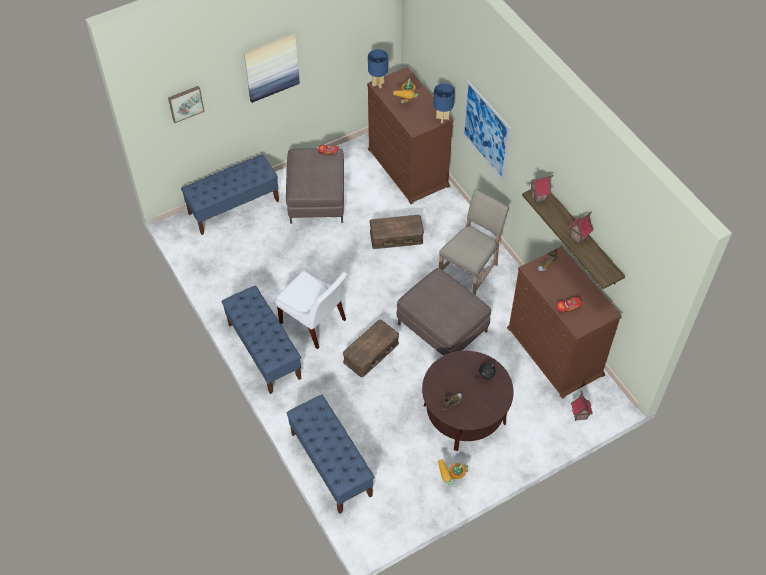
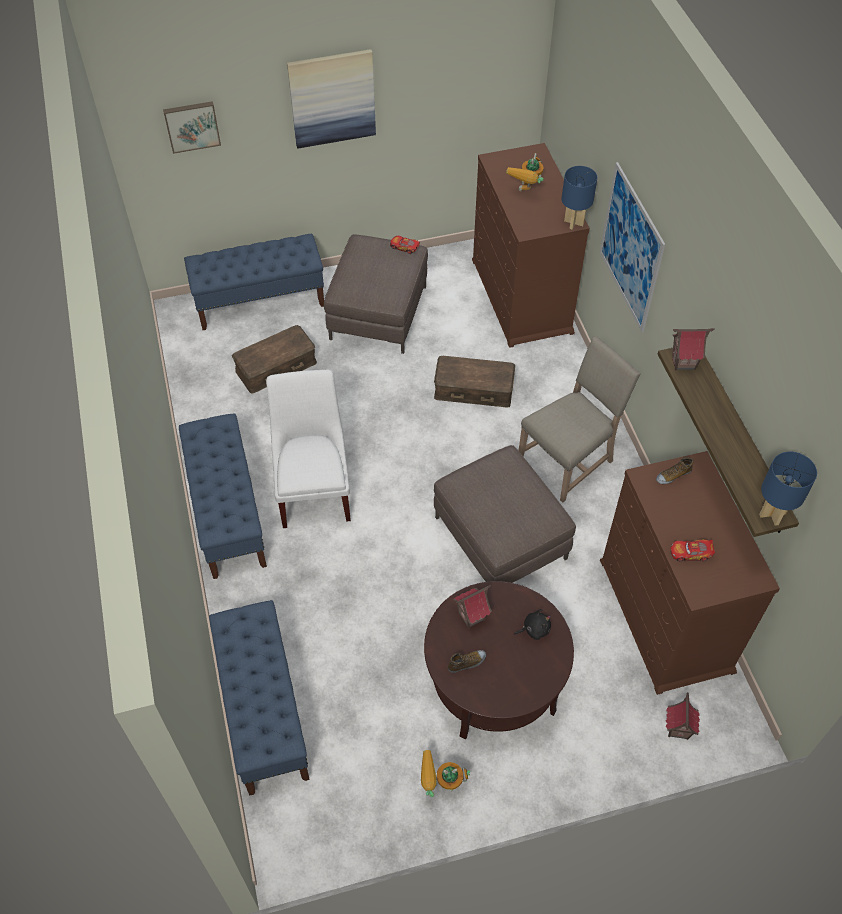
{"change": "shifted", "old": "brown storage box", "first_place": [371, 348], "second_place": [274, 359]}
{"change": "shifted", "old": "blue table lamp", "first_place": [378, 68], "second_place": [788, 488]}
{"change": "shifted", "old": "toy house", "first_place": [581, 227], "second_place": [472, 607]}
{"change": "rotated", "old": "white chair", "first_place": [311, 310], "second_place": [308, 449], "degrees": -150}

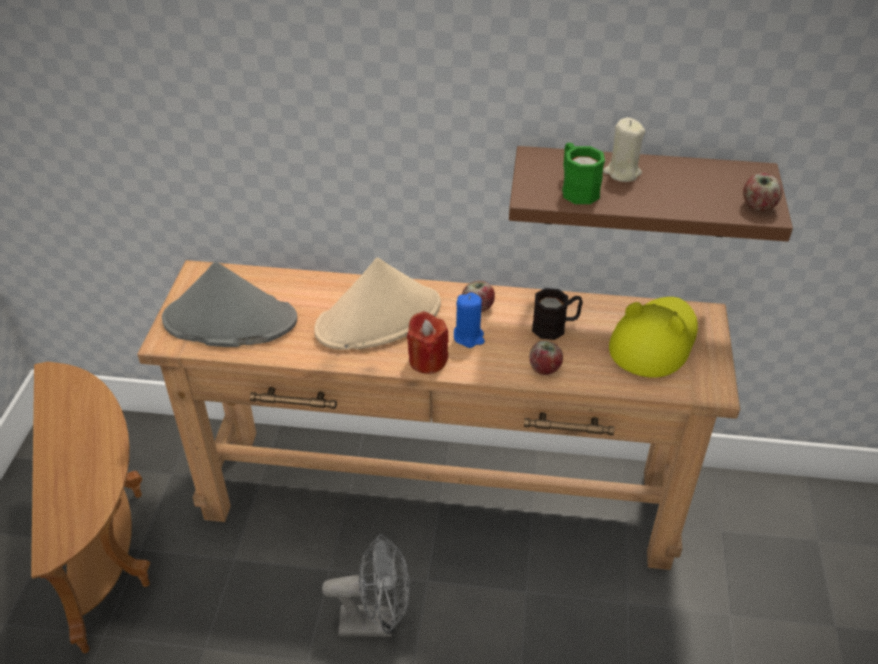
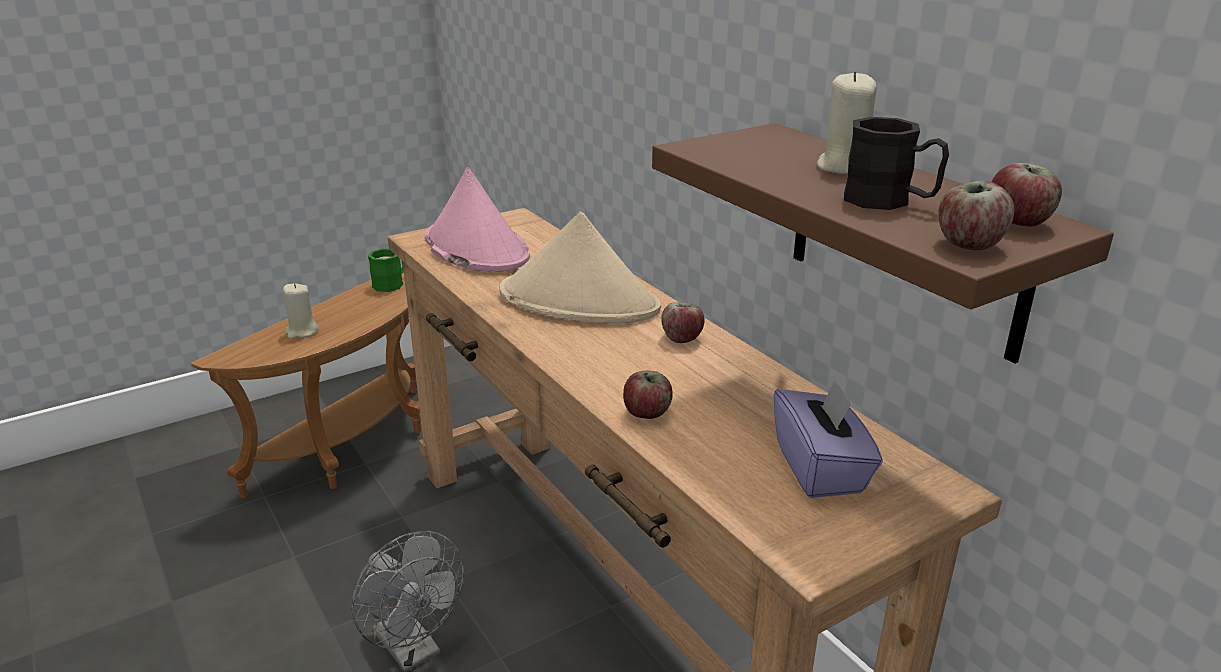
{"change": "gone", "old": "red candle", "first_place": [428, 342]}
{"change": "gone", "old": "blue candle", "first_place": [469, 320]}
{"change": "new", "new": "beige candle", "second_place": [301, 311]}
{"change": "new", "new": "apple", "second_place": [1027, 194]}
{"change": "shifted", "old": "black mug", "first_place": [557, 314], "second_place": [896, 163]}
{"change": "shifted", "old": "green mug", "first_place": [583, 173], "second_place": [386, 270]}
{"change": "swapped", "old": "yellow hat", "new": "purple tissue box", "first_place": [653, 337], "second_place": [828, 438]}
{"change": "repainted", "old": "grey hat", "new": "pink hat", "first_place": [229, 304], "second_place": [477, 219]}

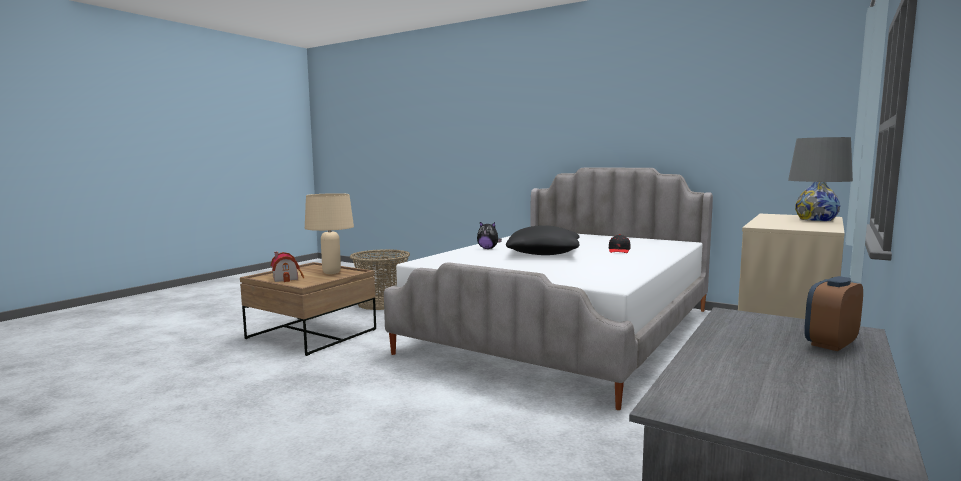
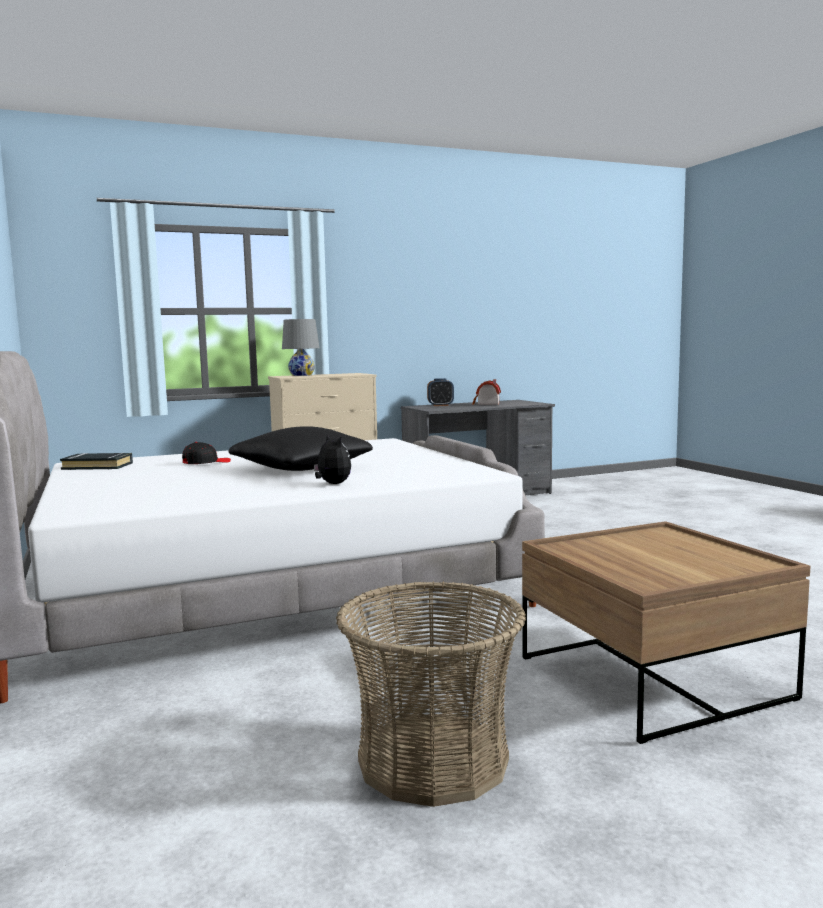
{"change": "gone", "old": "beige table lamp", "first_place": [329, 233]}
{"change": "new", "new": "black book", "second_place": [96, 461]}
{"change": "shifted", "old": "toy house", "first_place": [287, 267], "second_place": [486, 392]}

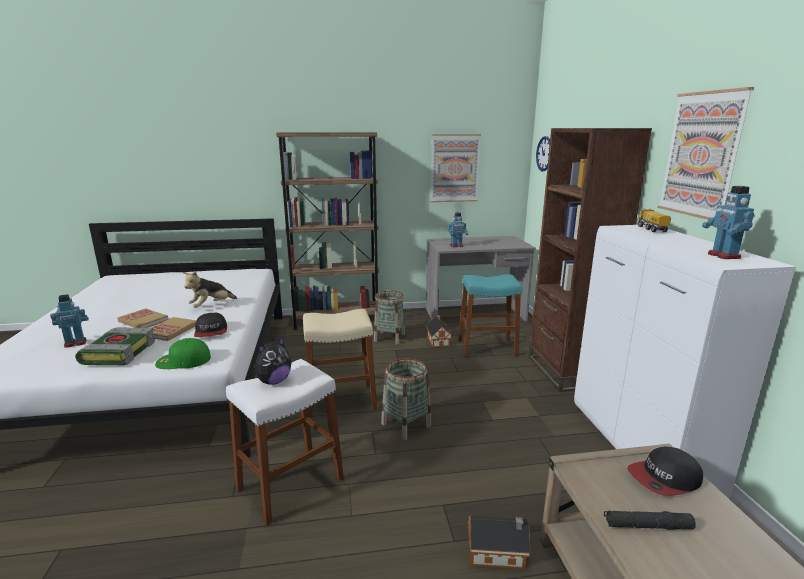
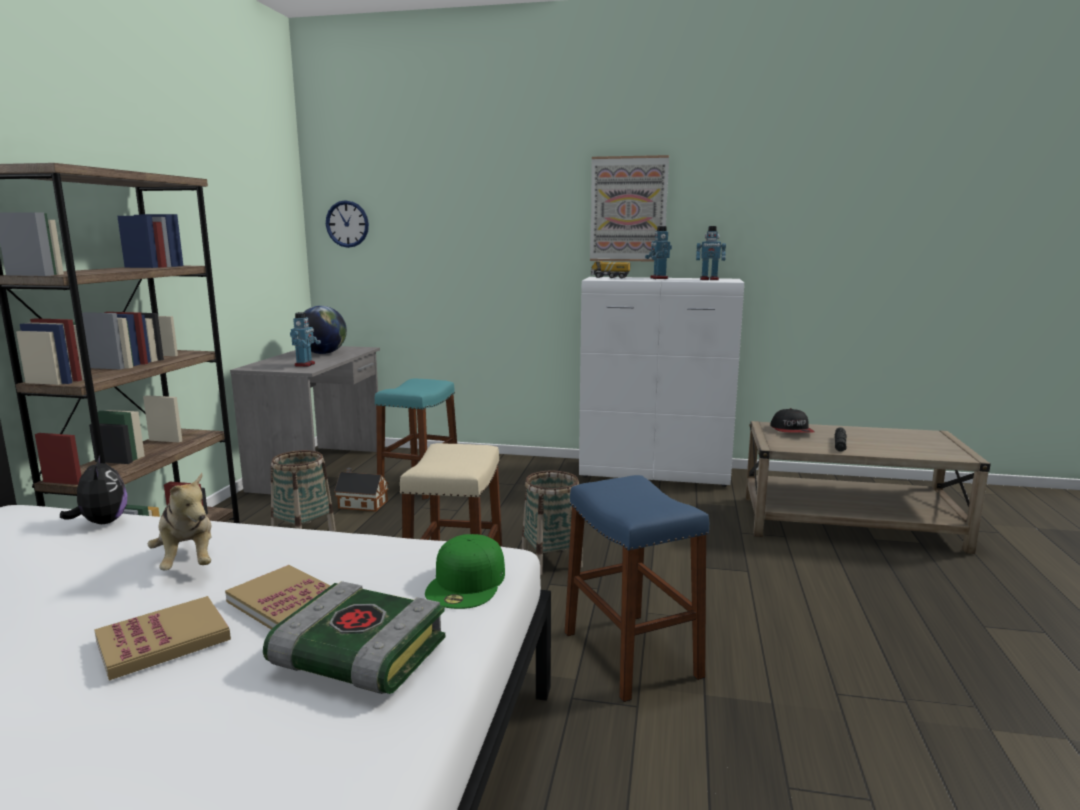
{"change": "gone", "old": "cap", "first_place": [210, 325]}
{"change": "gone", "old": "picture", "first_place": [456, 168]}
{"change": "gone", "old": "toy house", "first_place": [499, 542]}
{"change": "gone", "old": "brown bookcase", "first_place": [590, 260]}
{"change": "new", "new": "globe", "second_place": [325, 330]}
{"change": "shifted", "old": "toy robot", "first_place": [69, 320], "second_place": [658, 252]}
{"change": "shifted", "old": "plush toy", "first_place": [271, 360], "second_place": [93, 489]}
{"change": "repainted", "old": "white stool", "new": "blue stool", "first_place": [285, 442], "second_place": [637, 588]}

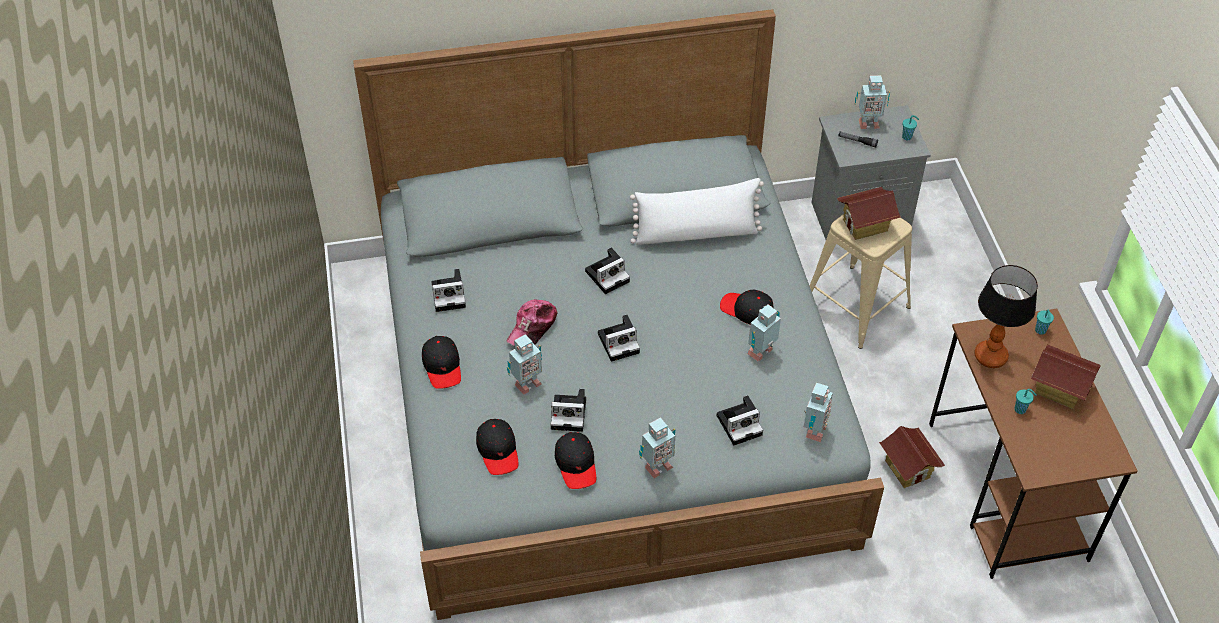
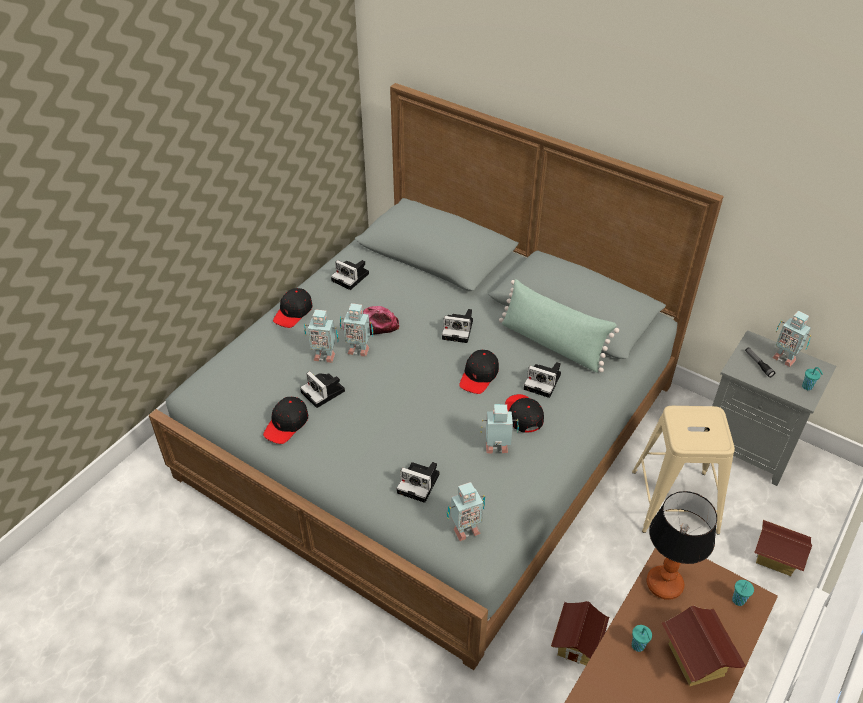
{"change": "shifted", "old": "black cap", "first_place": [497, 447], "second_place": [479, 372]}
{"change": "shifted", "old": "photo camera", "first_place": [619, 338], "second_place": [542, 380]}
{"change": "shifted", "old": "toy robot", "first_place": [657, 447], "second_place": [356, 330]}
{"change": "shifted", "old": "toy house", "first_place": [869, 213], "second_place": [783, 548]}
{"change": "repainted", "old": "white pillow", "new": "green pillow", "first_place": [697, 211], "second_place": [559, 326]}

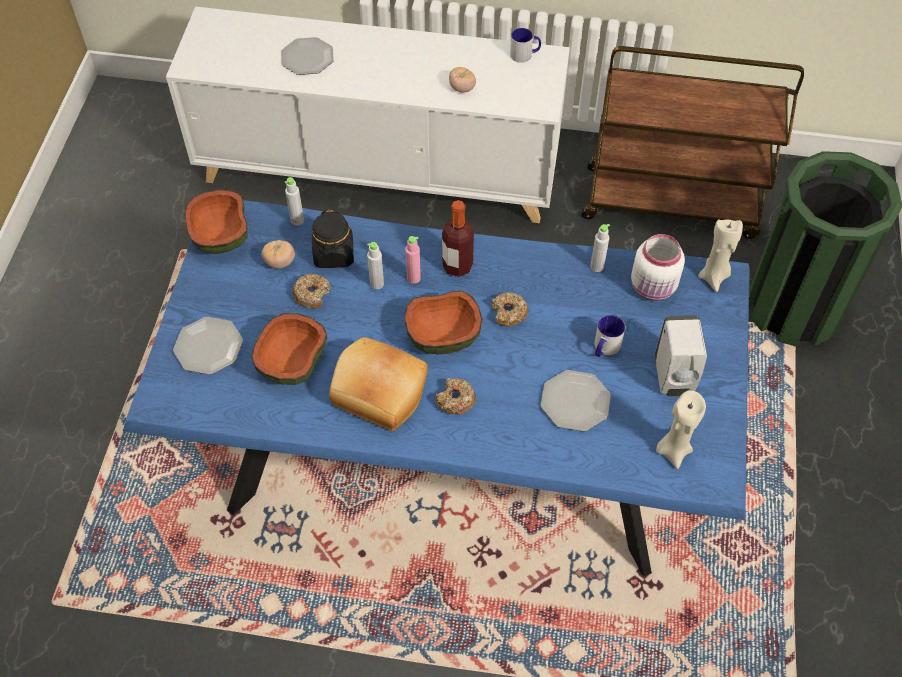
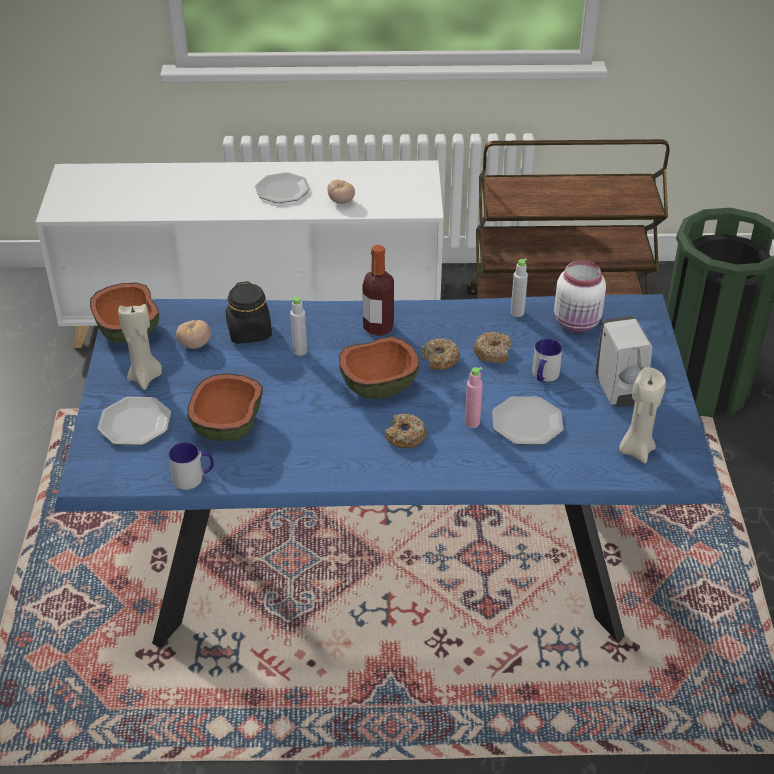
{"change": "gone", "old": "grey bottle", "first_place": [294, 201]}
{"change": "gone", "old": "bread", "first_place": [378, 384]}
{"change": "shifted", "old": "plate", "first_place": [307, 56], "second_place": [282, 187]}
{"change": "shifted", "old": "donut", "first_place": [311, 291], "second_place": [492, 348]}
{"change": "shifted", "old": "pink bottle", "first_place": [413, 260], "second_place": [474, 397]}
{"change": "shifted", "old": "mug", "first_place": [525, 45], "second_place": [191, 466]}
{"change": "shifted", "old": "beige candle", "first_place": [720, 255], "second_place": [140, 347]}

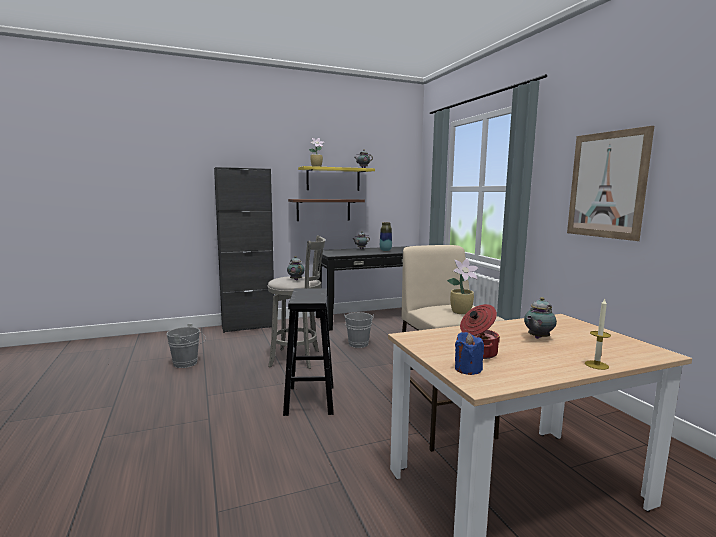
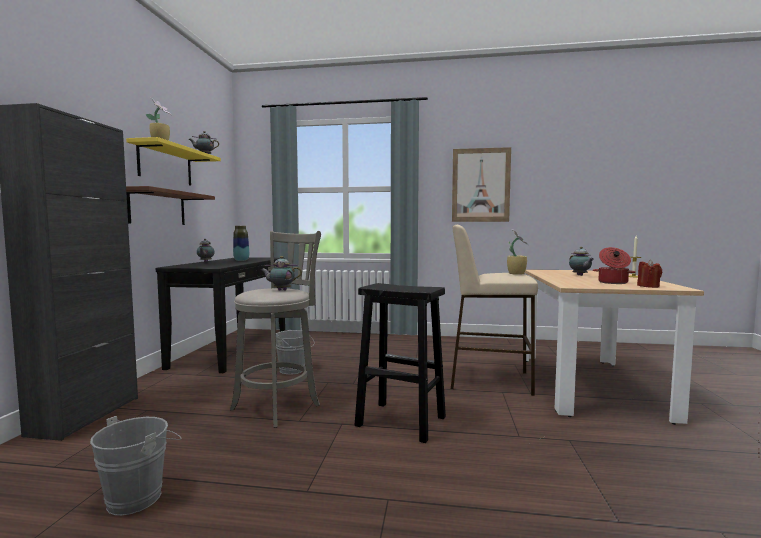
{"change": "repainted", "old": "blue candle", "new": "red candle", "first_place": [469, 353], "second_place": [649, 274]}

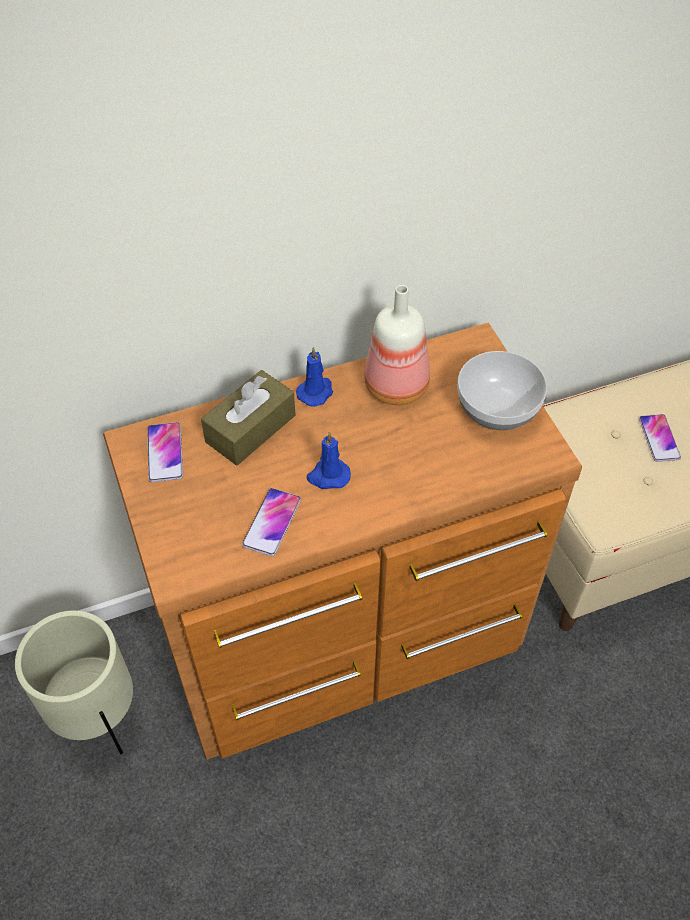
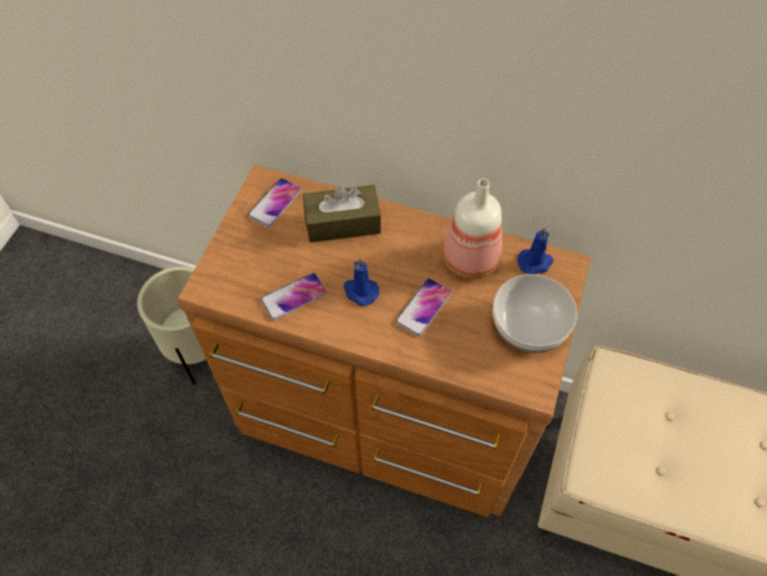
{"change": "shifted", "old": "blue candle", "first_place": [314, 377], "second_place": [535, 250]}
{"change": "shifted", "old": "phone", "first_place": [660, 438], "second_place": [423, 307]}

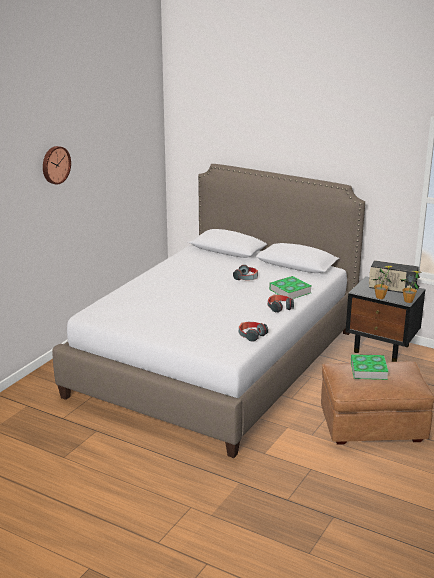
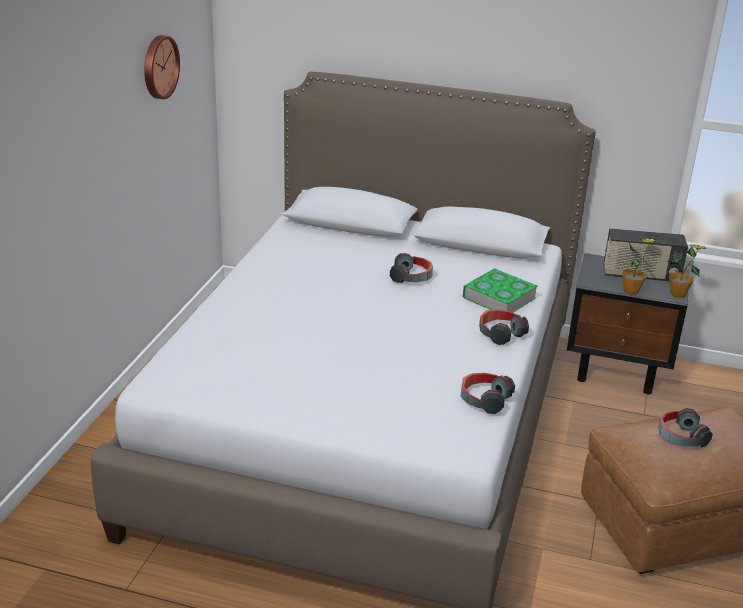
{"change": "shifted", "old": "wall clock", "first_place": [57, 165], "second_place": [162, 67]}
{"change": "swapped", "old": "book", "new": "headphones", "first_place": [370, 367], "second_place": [685, 427]}

